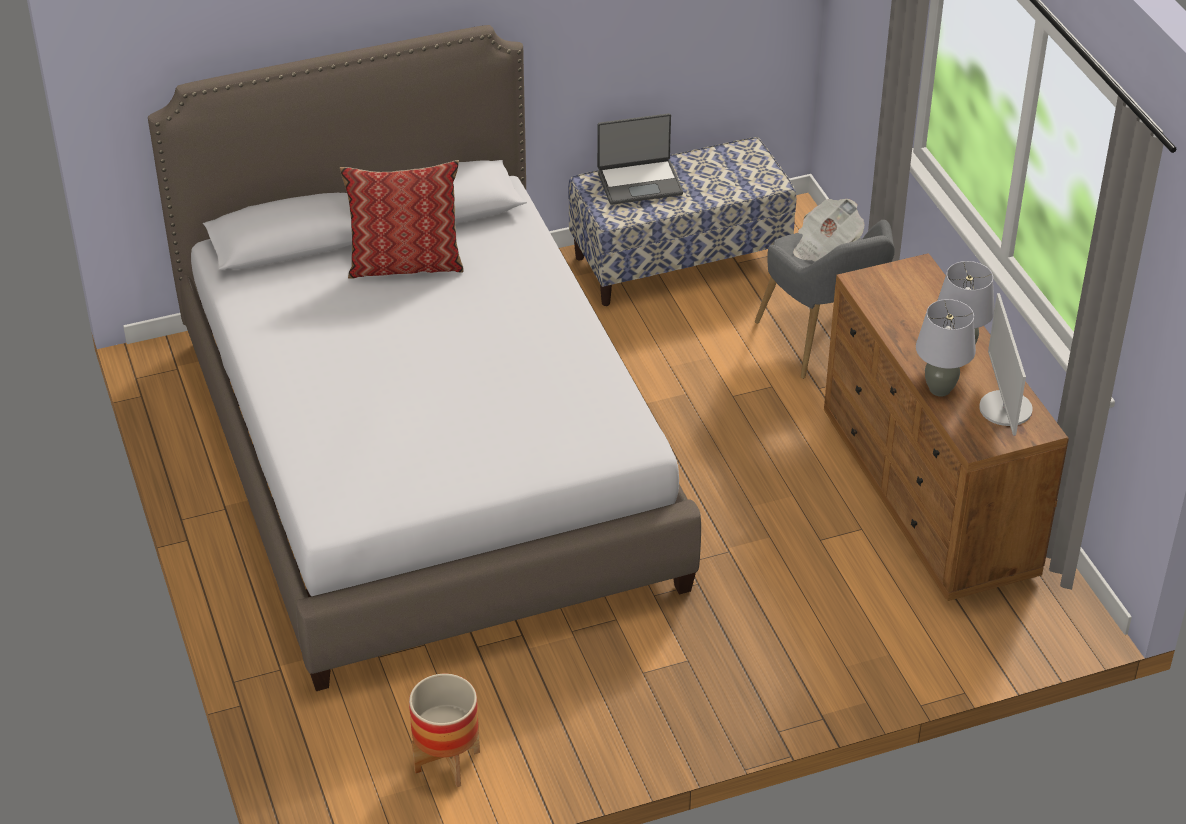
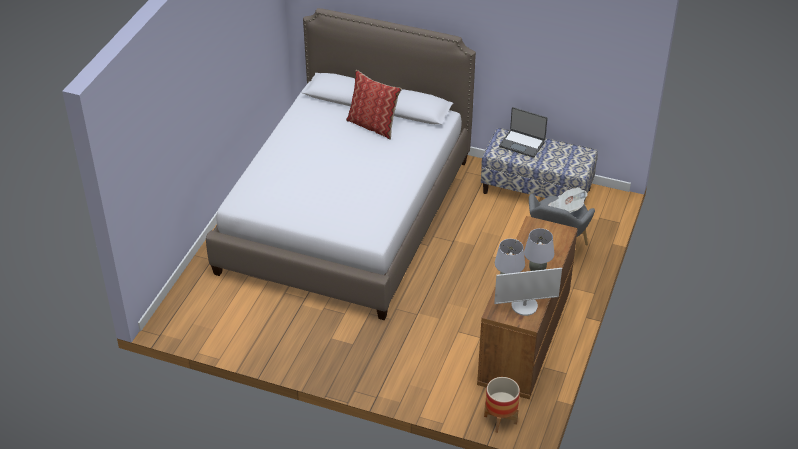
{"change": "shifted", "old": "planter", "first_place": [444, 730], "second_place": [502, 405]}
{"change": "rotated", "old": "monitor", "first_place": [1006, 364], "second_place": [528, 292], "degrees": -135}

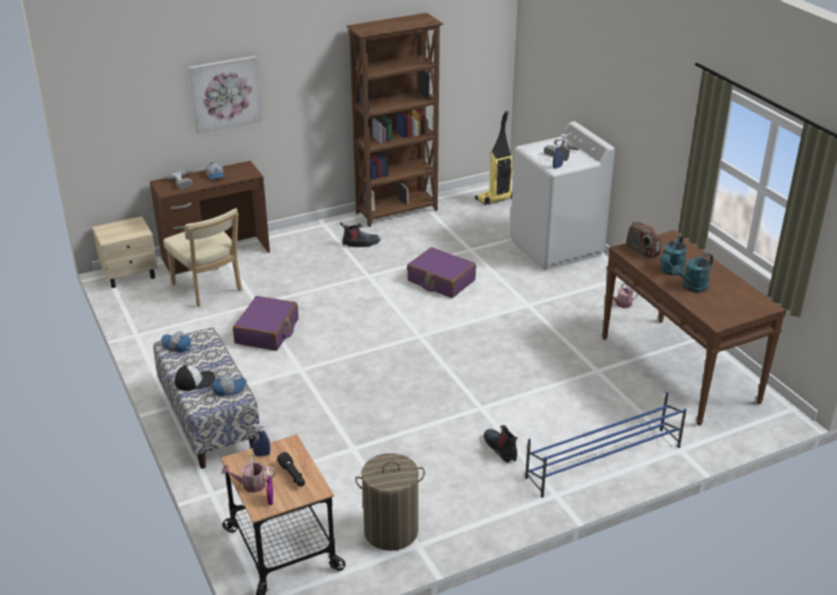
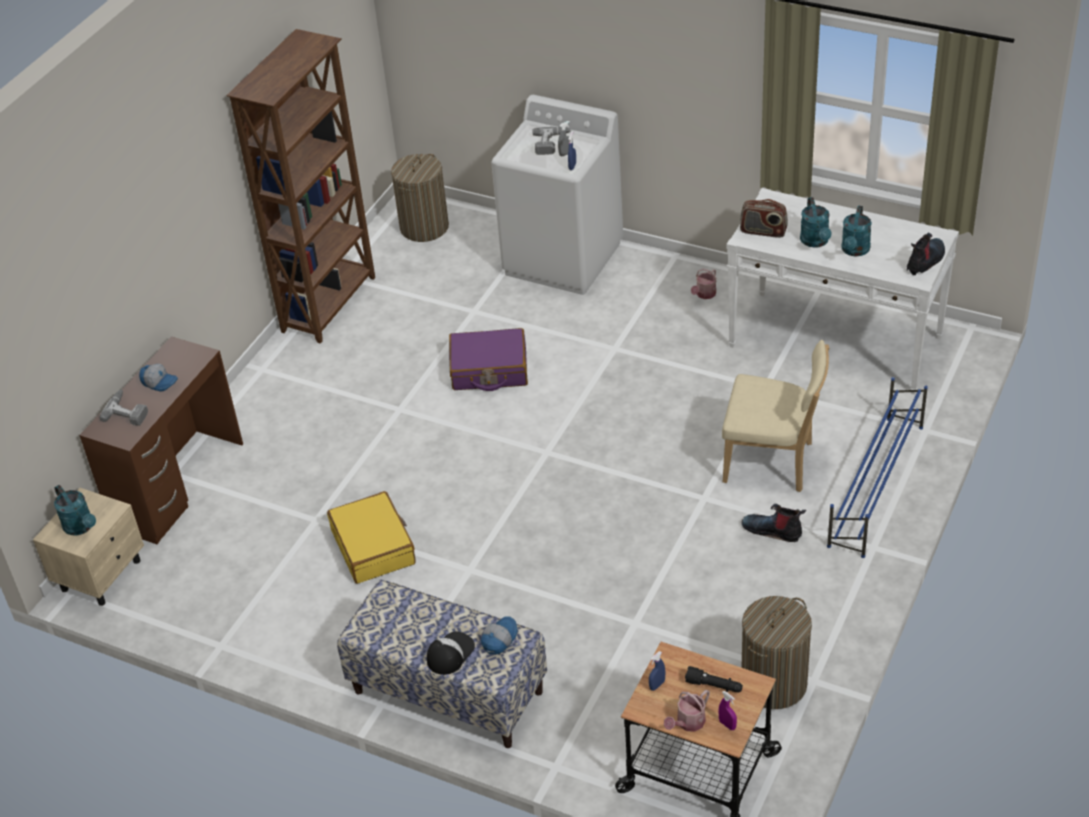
{"change": "gone", "old": "cap", "first_place": [176, 342]}
{"change": "gone", "old": "picture", "first_place": [225, 95]}
{"change": "new", "new": "turquoise watering can", "second_place": [75, 510]}
{"change": "shifted", "old": "beige chair", "first_place": [202, 257], "second_place": [775, 416]}
{"change": "shifted", "old": "boot", "first_place": [360, 234], "second_place": [926, 254]}
{"change": "swapped", "old": "vacuum cleaner", "new": "laundry basket", "first_place": [493, 158], "second_place": [420, 198]}
{"change": "repainted", "old": "purple suitcase", "new": "yellow suitcase", "first_place": [266, 323], "second_place": [371, 537]}
{"change": "repainted", "old": "brown console table", "new": "white console table", "first_place": [694, 328], "second_place": [842, 291]}

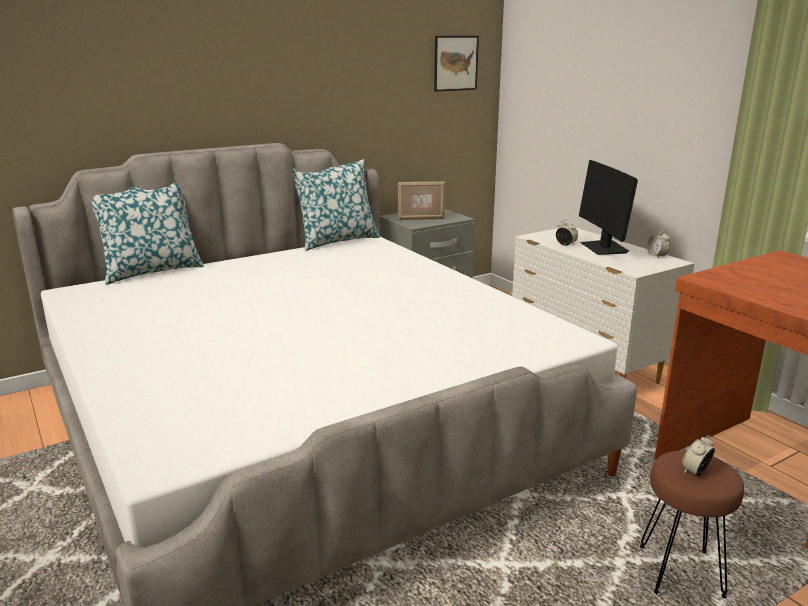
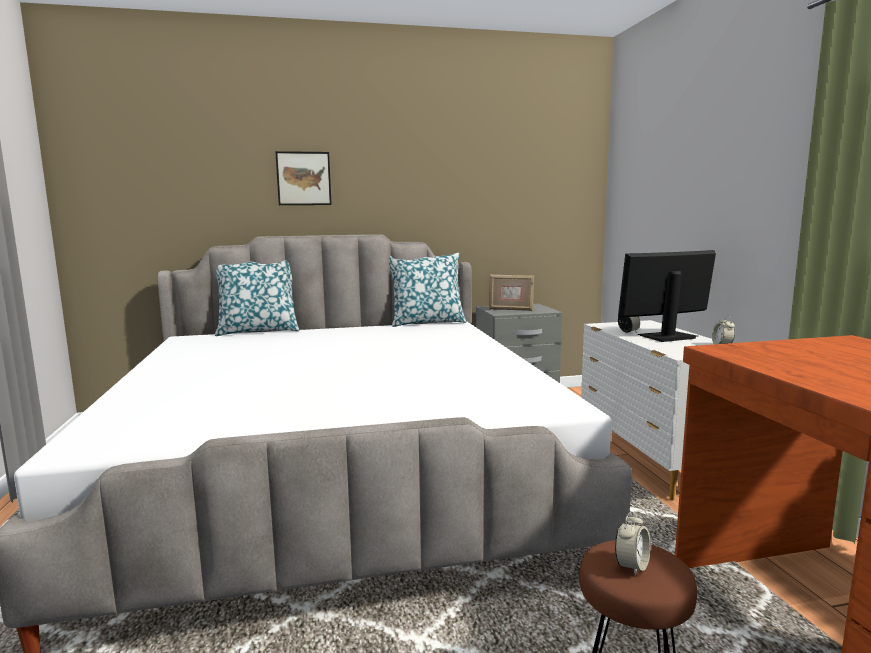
{"change": "shifted", "old": "picture", "first_place": [456, 64], "second_place": [303, 178]}
{"change": "rotated", "old": "monitor", "first_place": [608, 207], "second_place": [667, 296], "degrees": 60}
{"change": "rotated", "old": "alarm clock", "first_place": [698, 455], "second_place": [632, 543], "degrees": 150}

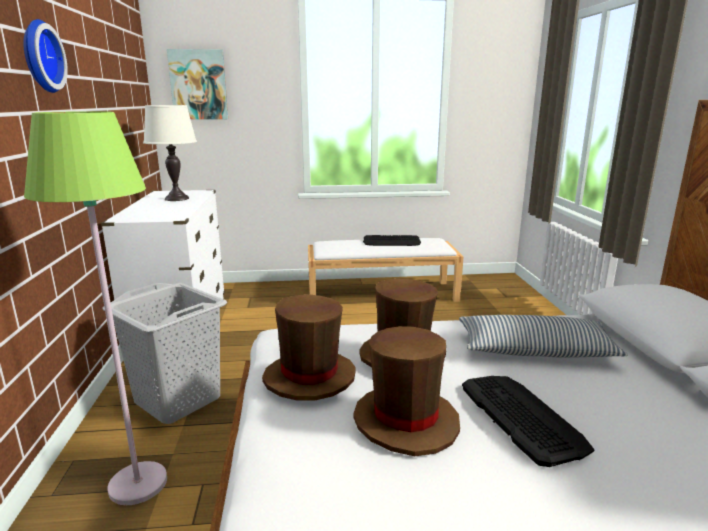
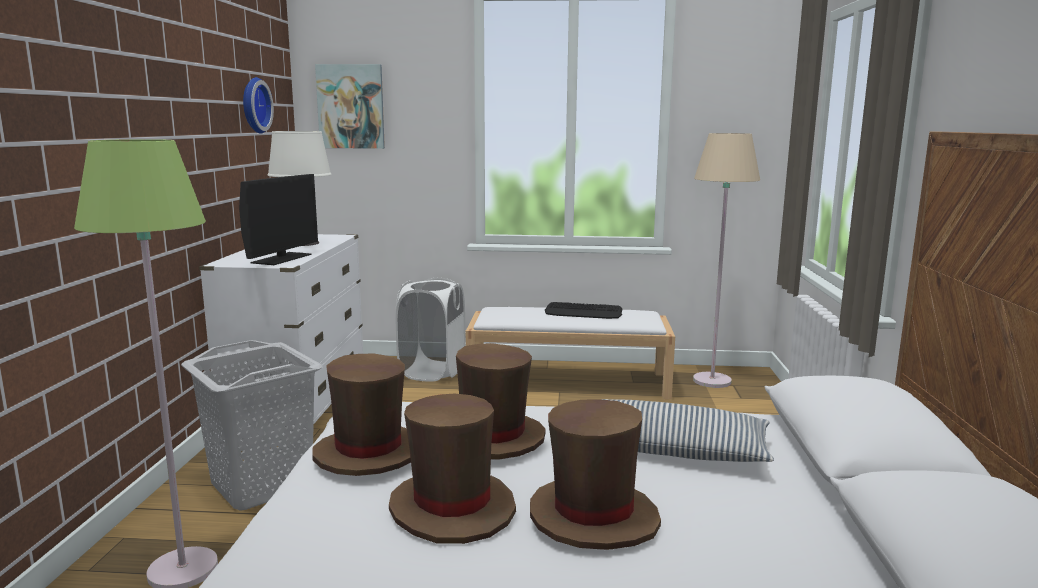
{"change": "new", "new": "monitor", "second_place": [278, 219]}
{"change": "new", "new": "white laundry basket", "second_place": [430, 330]}
{"change": "new", "new": "beige floor lamp", "second_place": [726, 260]}
{"change": "shifted", "old": "wall clock", "first_place": [45, 56], "second_place": [258, 105]}
{"change": "swapped", "old": "keyboard", "new": "brown hat", "first_place": [528, 421], "second_place": [595, 474]}

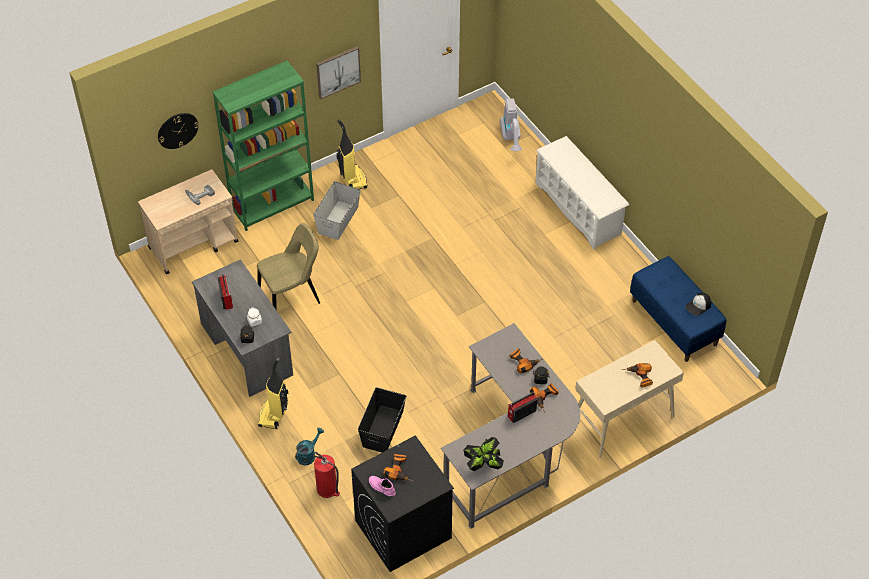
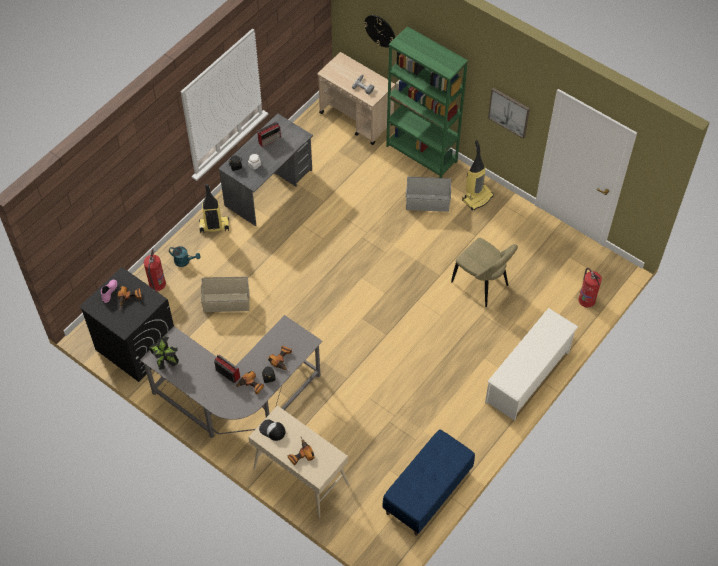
{"change": "shifted", "old": "beige chair", "first_place": [288, 266], "second_place": [484, 272]}
{"change": "shifted", "old": "cap", "first_place": [698, 304], "second_place": [272, 430]}
{"change": "swapped", "old": "vacuum cleaner", "new": "fire extinguisher", "first_place": [511, 124], "second_place": [590, 288]}
{"change": "repainted", "old": "black storage box", "new": "beige storage box", "first_place": [382, 420], "second_place": [225, 294]}

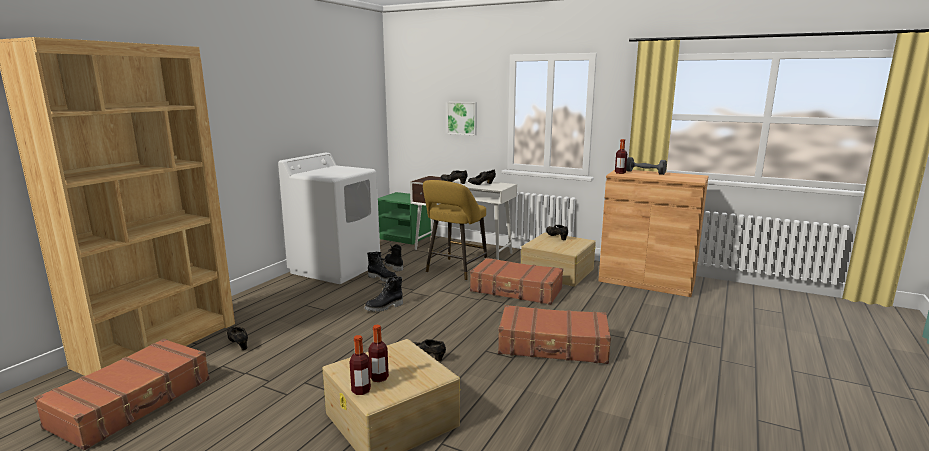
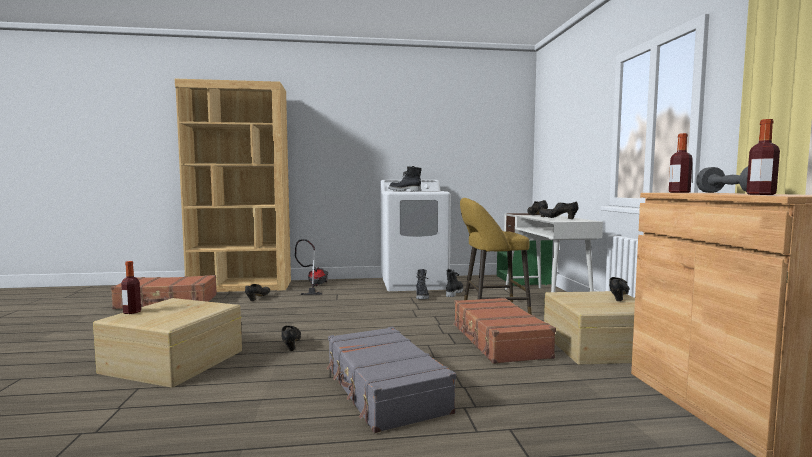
{"change": "gone", "old": "picture", "first_place": [462, 118]}
{"change": "new", "new": "vacuum cleaner", "second_place": [311, 267]}
{"change": "shifted", "old": "black boot", "first_place": [383, 294], "second_place": [405, 178]}
{"change": "shifted", "old": "bottle", "first_place": [378, 353], "second_place": [763, 157]}
{"change": "repainted", "old": "brown suitcase", "new": "grey suitcase", "first_place": [554, 334], "second_place": [391, 380]}

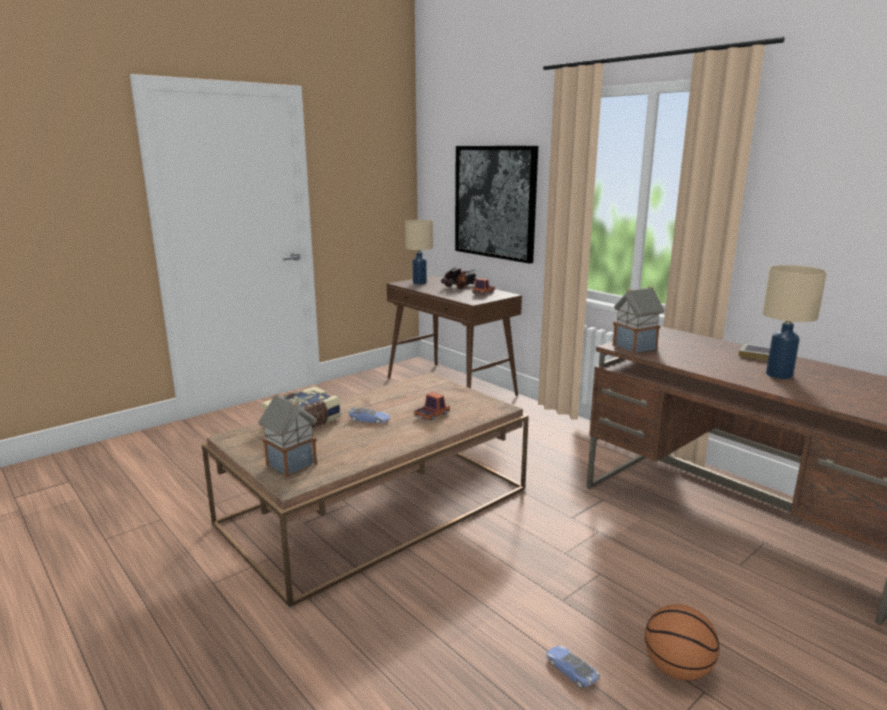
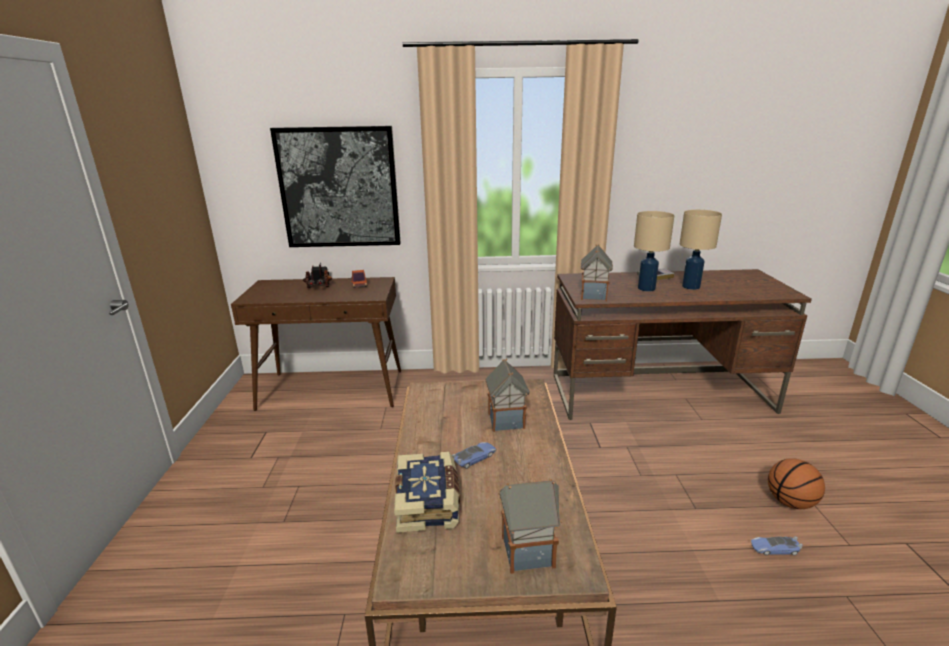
{"change": "shifted", "old": "beige table lamp", "first_place": [419, 252], "second_place": [654, 251]}
{"change": "swapped", "old": "toy truck", "new": "toy house", "first_place": [432, 406], "second_place": [508, 395]}

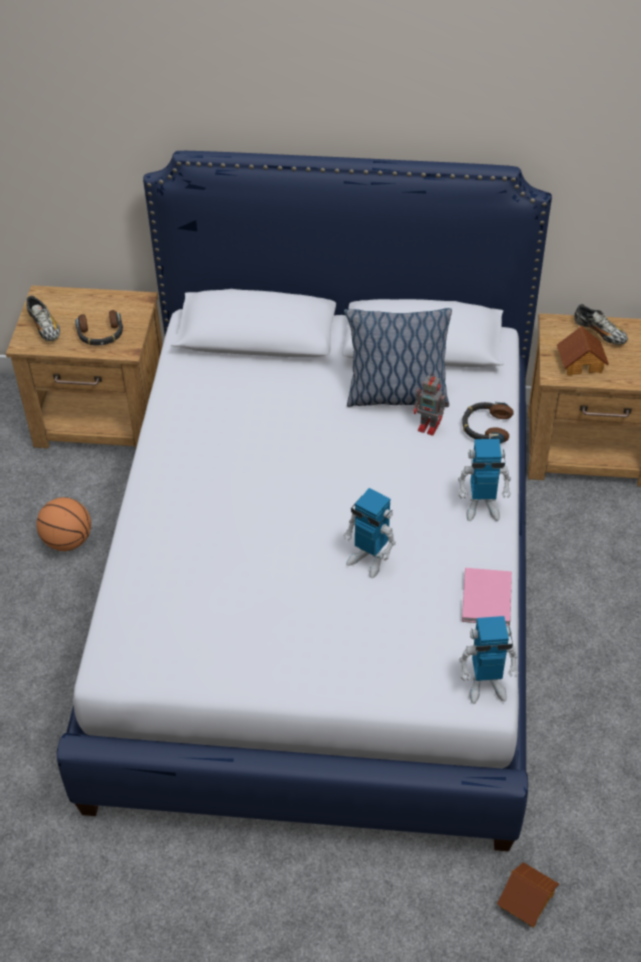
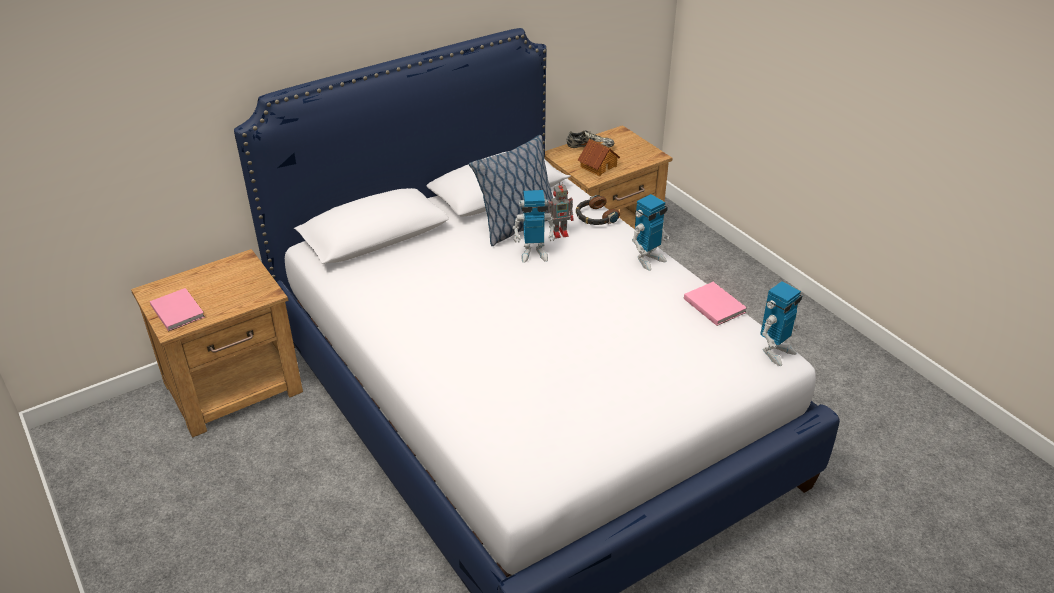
{"change": "gone", "old": "basketball", "first_place": [63, 524]}
{"change": "gone", "old": "headphones", "first_place": [99, 327]}
{"change": "gone", "old": "toy house", "first_place": [528, 894]}
{"change": "shifted", "old": "toy robot", "first_place": [369, 533], "second_place": [534, 226]}
{"change": "swapped", "old": "shoe", "new": "pink book", "first_place": [43, 318], "second_place": [177, 309]}

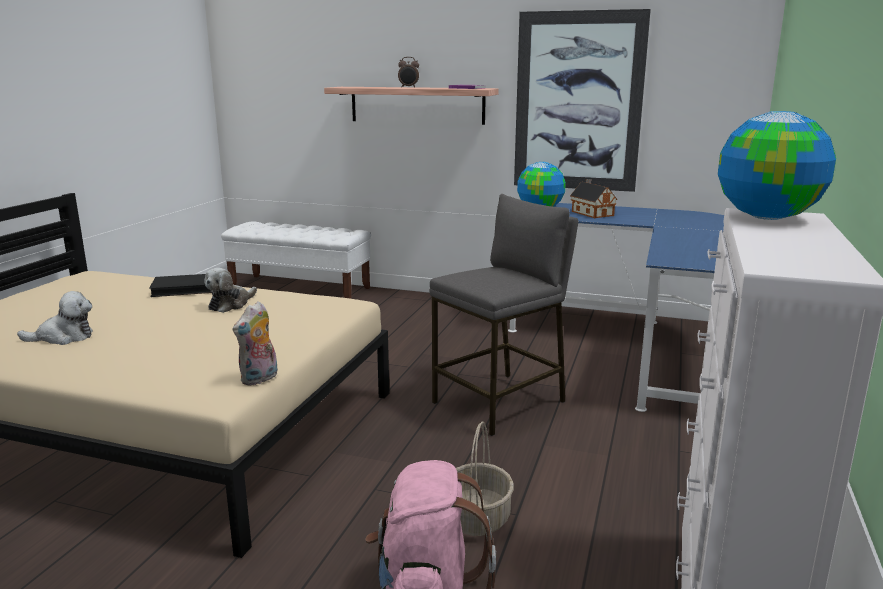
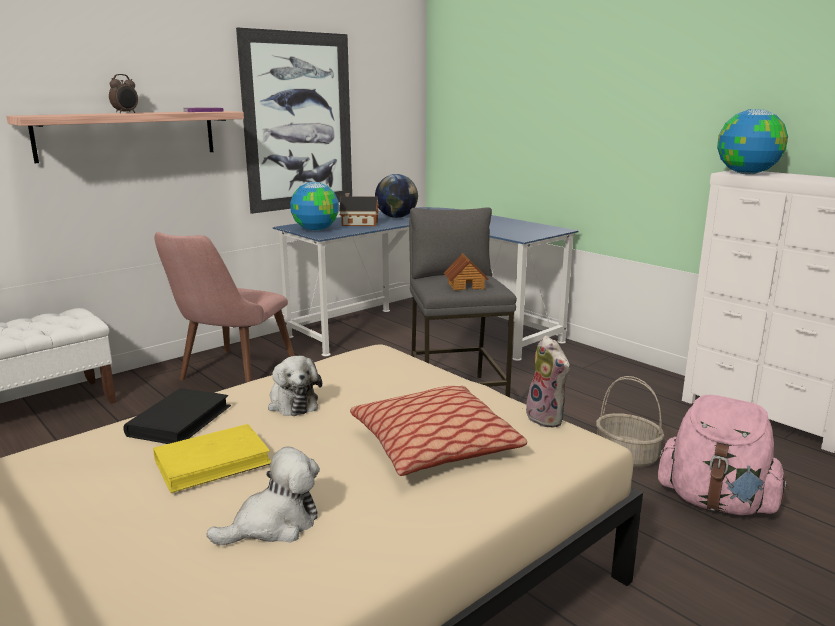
{"change": "new", "new": "yellow book", "second_place": [212, 458]}
{"change": "new", "new": "pink chair", "second_place": [224, 307]}
{"change": "new", "new": "pillow", "second_place": [438, 431]}
{"change": "new", "new": "globe", "second_place": [396, 196]}
{"change": "new", "new": "toy house", "second_place": [466, 272]}
{"change": "rotated", "old": "plush toy", "first_place": [55, 318], "second_place": [263, 496], "degrees": 45}

